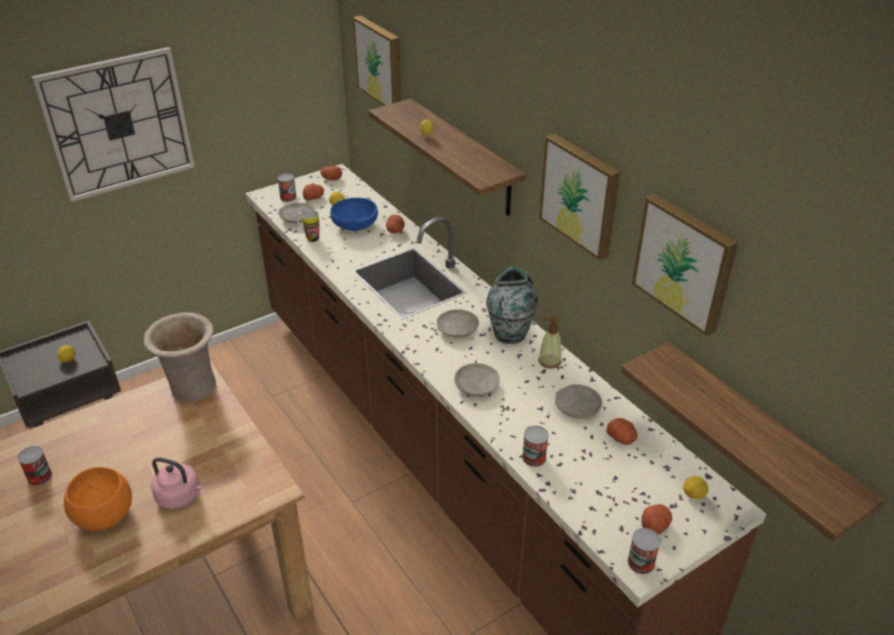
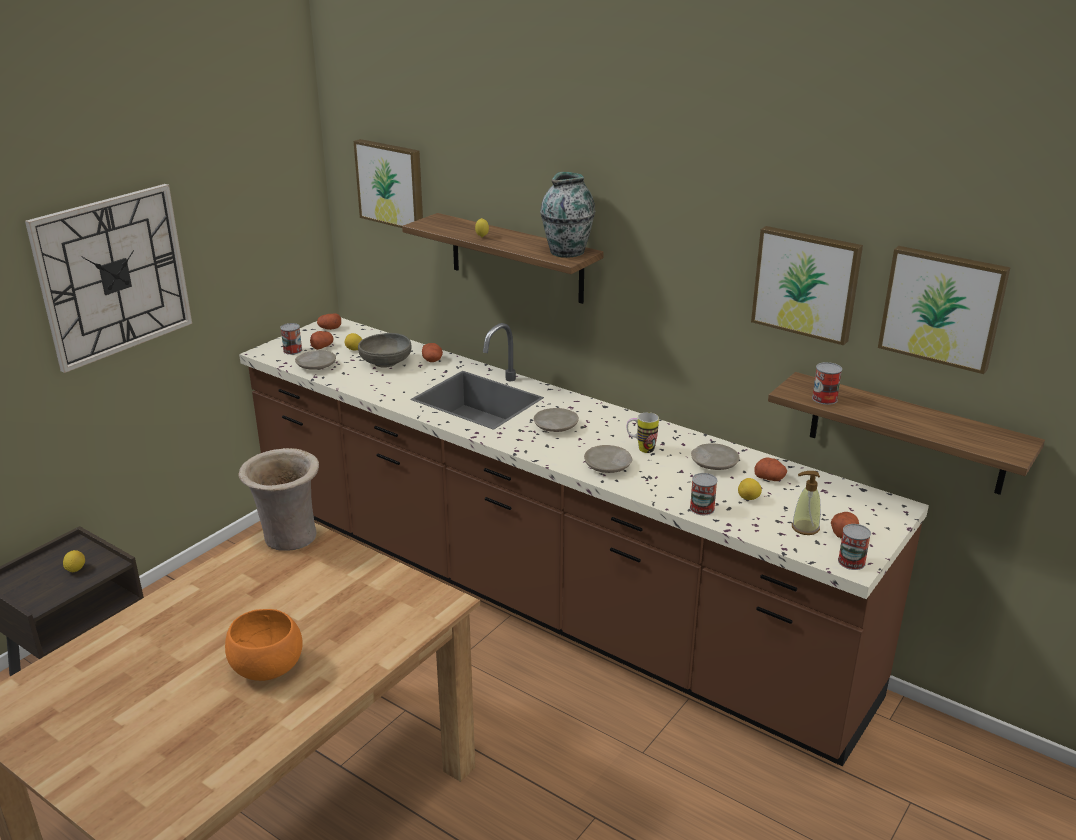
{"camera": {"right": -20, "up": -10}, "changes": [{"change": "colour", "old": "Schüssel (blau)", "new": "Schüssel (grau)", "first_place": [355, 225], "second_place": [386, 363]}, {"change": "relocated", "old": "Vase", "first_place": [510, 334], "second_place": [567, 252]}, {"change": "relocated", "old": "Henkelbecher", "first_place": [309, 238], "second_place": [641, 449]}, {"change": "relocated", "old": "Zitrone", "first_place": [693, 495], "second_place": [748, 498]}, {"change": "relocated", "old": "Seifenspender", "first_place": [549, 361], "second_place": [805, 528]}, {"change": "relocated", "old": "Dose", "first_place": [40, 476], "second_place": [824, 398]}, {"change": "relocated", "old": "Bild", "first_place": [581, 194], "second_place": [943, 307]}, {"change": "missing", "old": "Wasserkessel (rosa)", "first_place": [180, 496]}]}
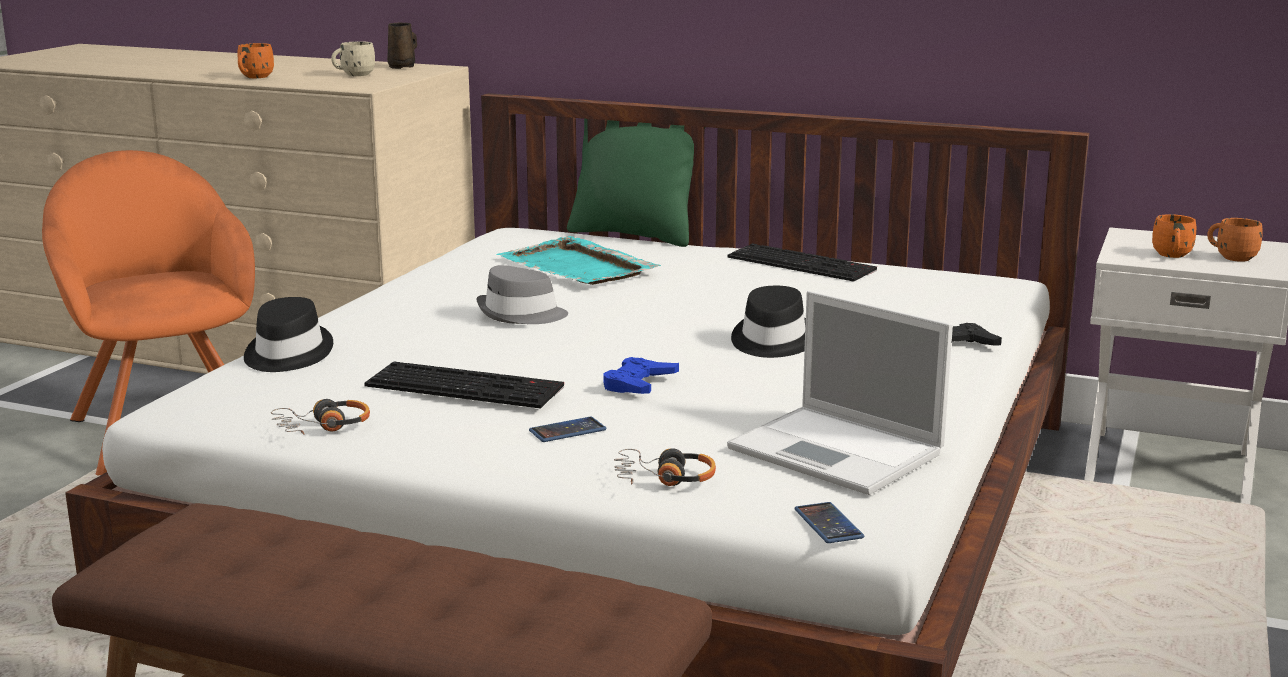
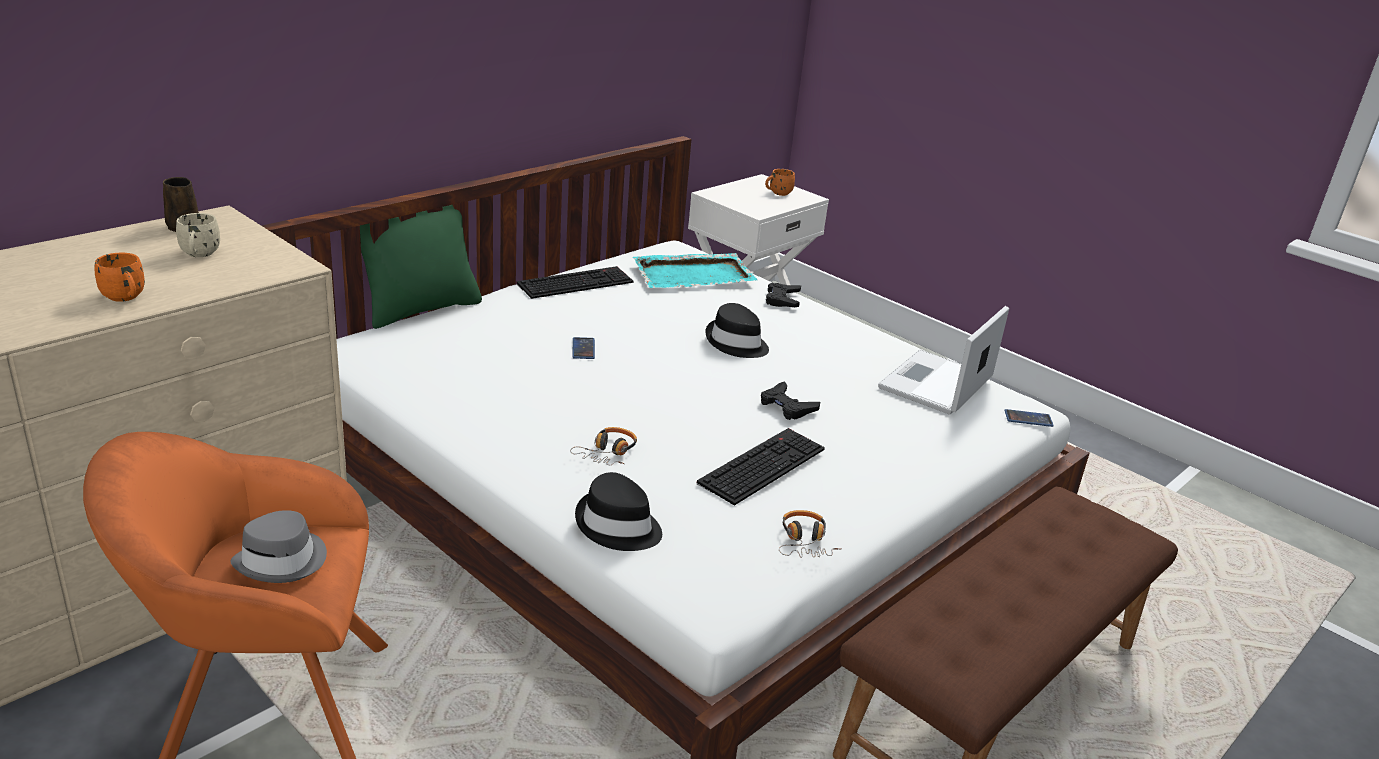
{"camera": {"right": -70, "up": 10}, "changes": [{"change": "relocated", "old": "Hut (grau)", "first_place": [521, 314], "second_place": [282, 561]}, {"change": "relocated", "old": "Kopfhörer", "first_place": [664, 479], "second_place": [608, 453]}, {"change": "relocated", "old": "Handy", "first_place": [567, 431], "second_place": [583, 349]}, {"change": "relocated", "old": "Tablett (türkis)", "first_place": [578, 267], "second_place": [695, 275]}, {"change": "colour", "old": "Gamepad (blau)", "new": "Gamepad (schwarz)", "first_place": [638, 384], "second_place": [787, 406]}, {"change": "spun", "old": "Laptop", "first_place": [839, 451], "second_place": [935, 384], "degrees": 150}, {"change": "missing", "old": "Henkelbecher (orange)", "first_place": [1172, 256]}]}
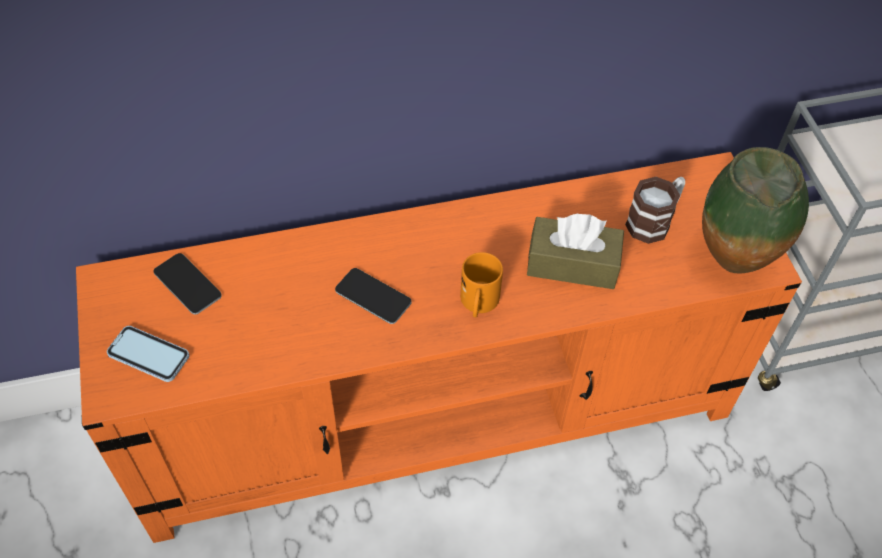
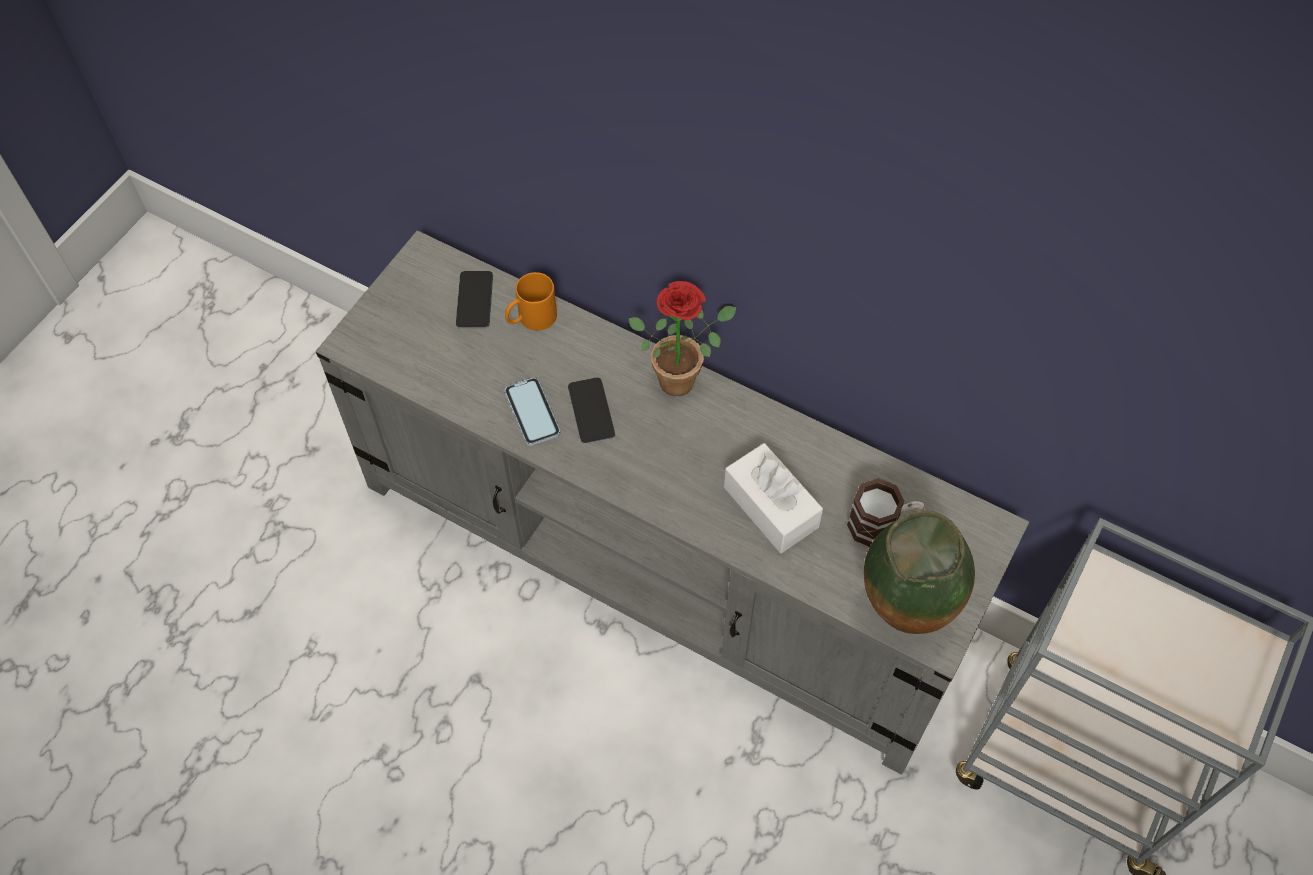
{"camera": {"right": 45, "up": 5}, "changes": [{"change": "colour", "old": "Fernsehschrank (orange)", "new": "Fernsehschrank (grau)", "first_place": [438, 411], "second_place": [661, 562]}, {"change": "relocated", "old": "Henkelbecher (orange)", "first_place": [479, 304], "second_place": [531, 319]}, {"change": "relocated", "old": "Handy", "first_place": [148, 355], "second_place": [532, 413]}, {"change": "appeared", "new": "Topfpflanze", "second_place": [682, 377]}, {"change": "colour", "old": "Taschentuchbox (braun)", "new": "Taschentuchbox (weiß)", "first_place": [572, 264], "second_place": [771, 507]}]}
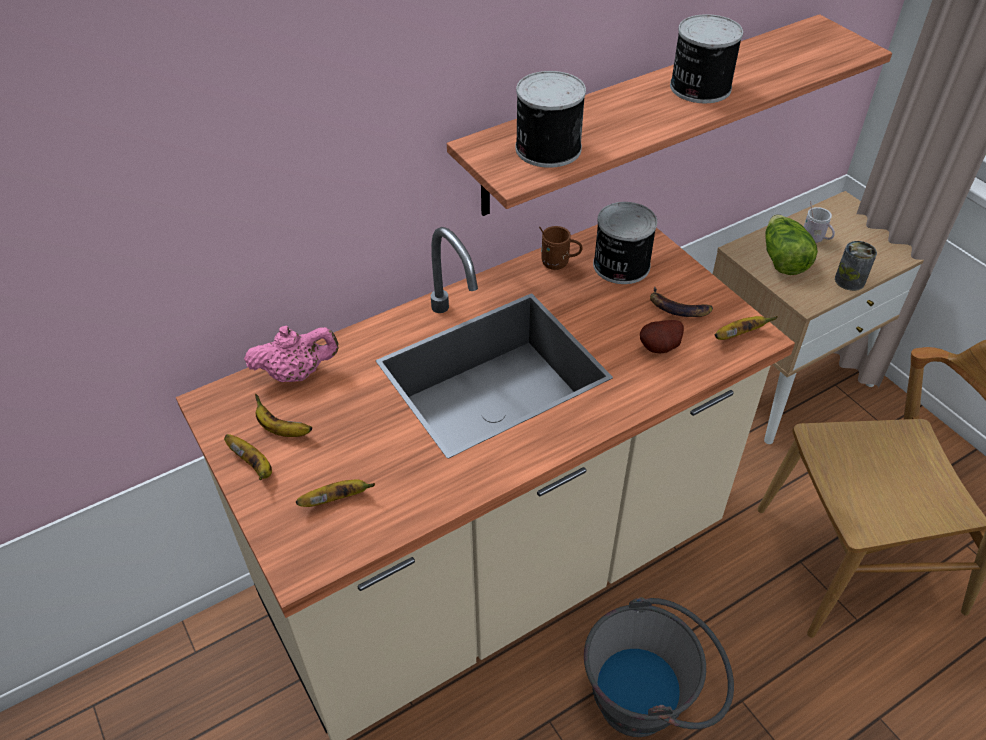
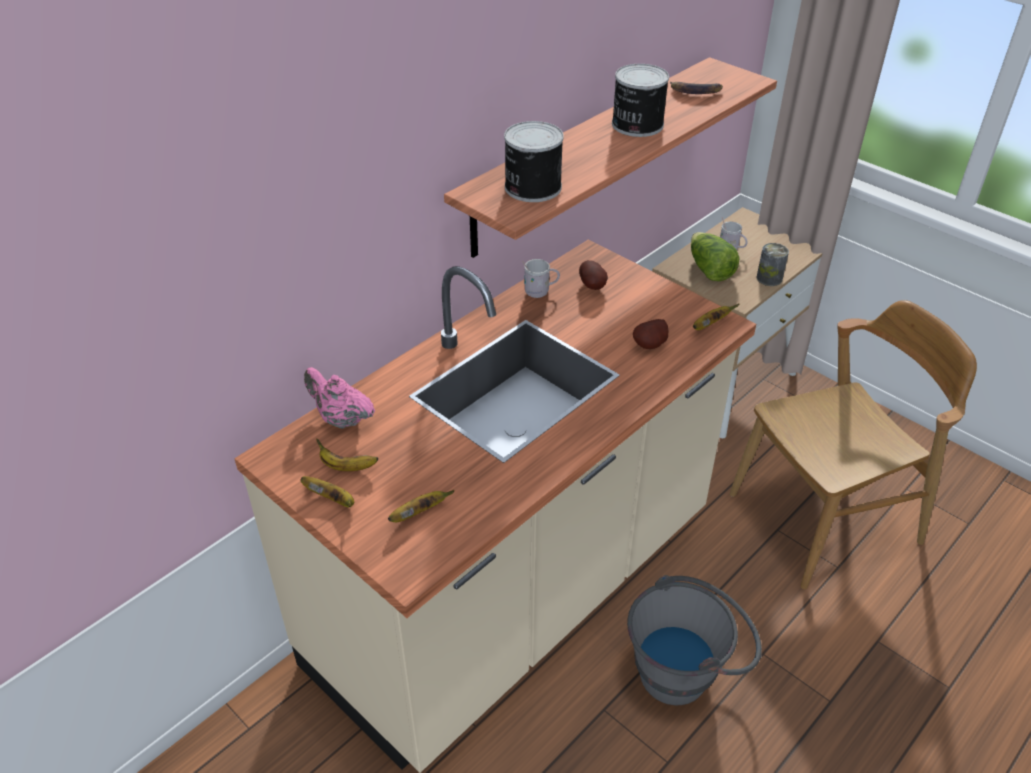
{"camera": {"right": -15, "up": -5}, "changes": [{"change": "spun", "old": "Teekanne (rosa)", "first_place": [297, 373], "second_place": [341, 419], "degrees": -120}, {"change": "colour", "old": "Henkelbecher (braun)", "new": "Henkelbecher (weiß)", "first_place": [559, 263], "second_place": [540, 292]}, {"change": "exchanged", "old": "Dose", "new": "Kartoffel", "first_place": [620, 266], "second_place": [593, 286]}, {"change": "relocated", "old": "Banane", "first_place": [678, 307], "second_place": [695, 91]}]}
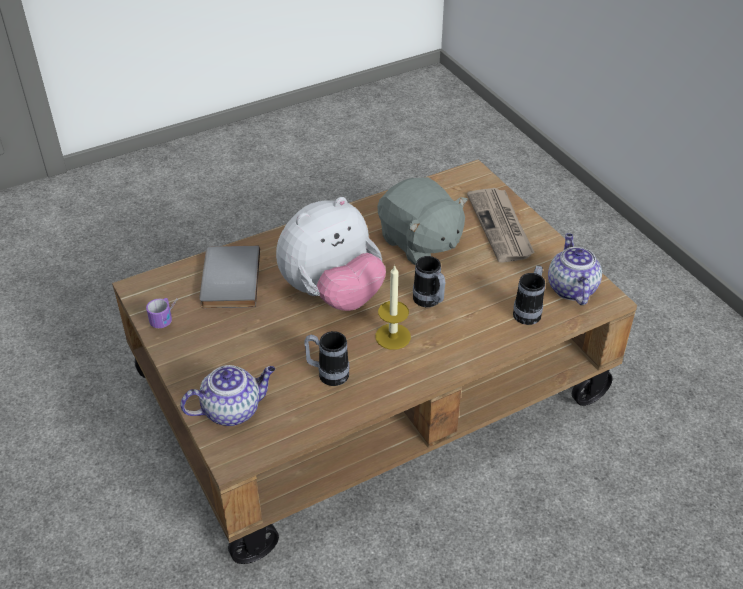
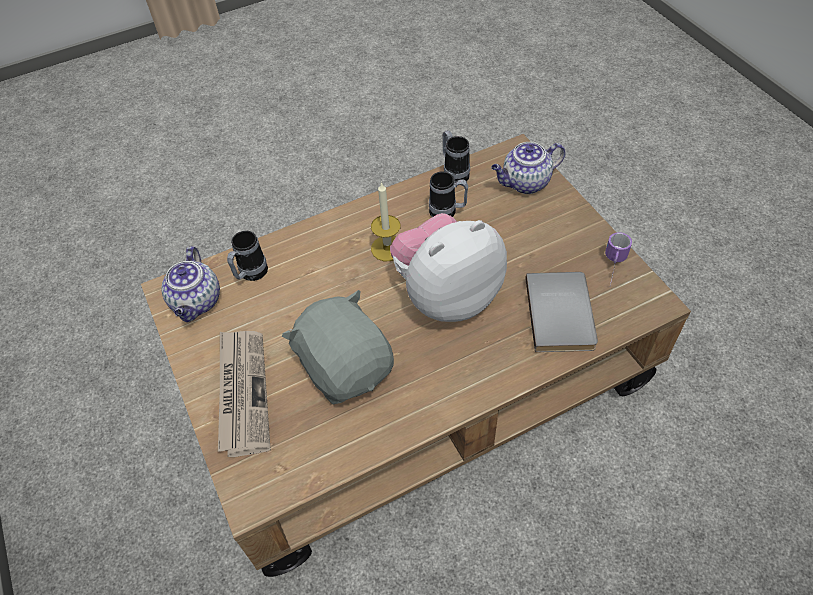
{"camera": {"right": -175, "up": 10}, "changes": [{"change": "relocated", "old": "Henkelbecher", "first_place": [429, 302], "second_place": [454, 173]}]}
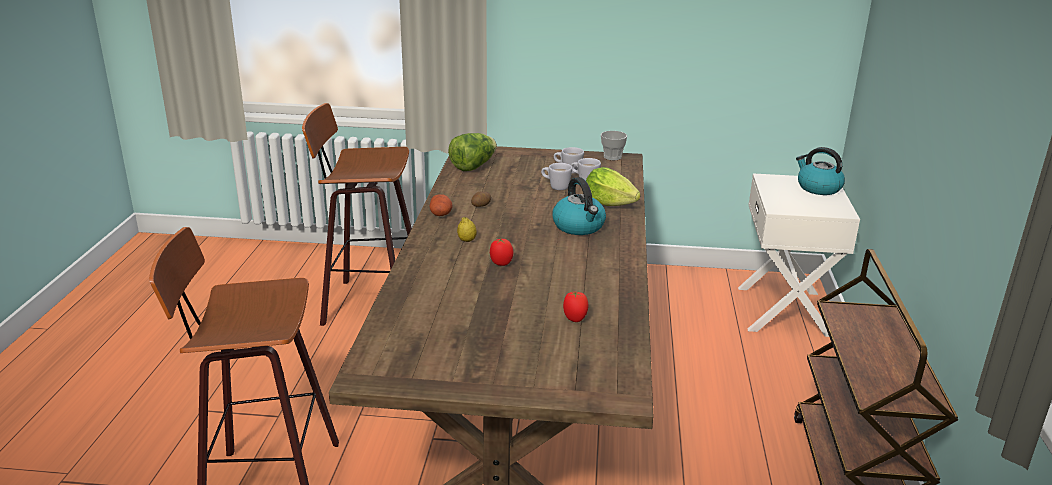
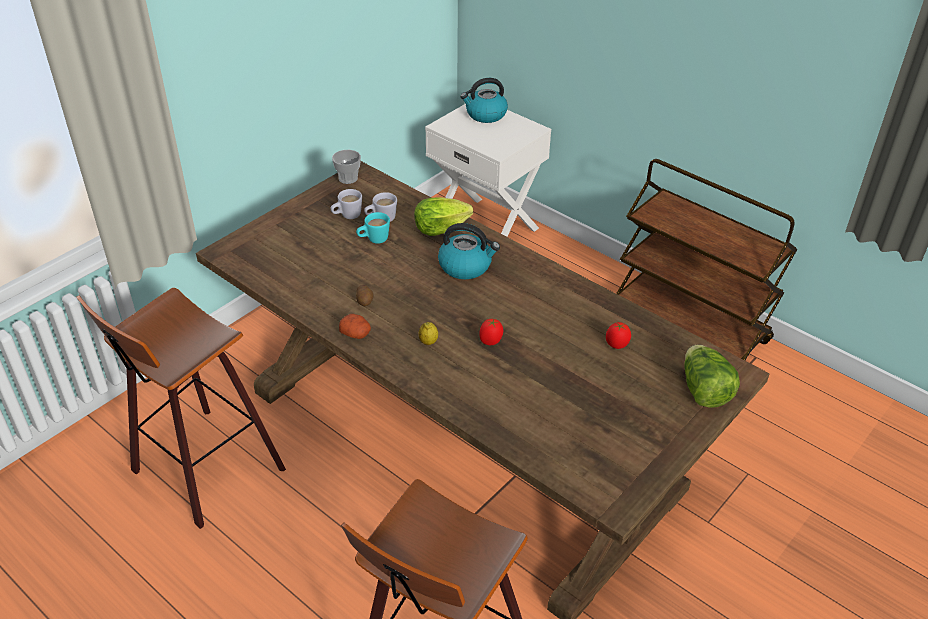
{"camera": {"right": -55, "up": 15}, "changes": [{"change": "colour", "old": "Henkelbecher (weiß)", "new": "Henkelbecher (türkis)", "first_place": [555, 187], "second_place": [373, 240]}, {"change": "relocated", "old": "Salatkopf", "first_place": [473, 166], "second_place": [703, 391]}]}
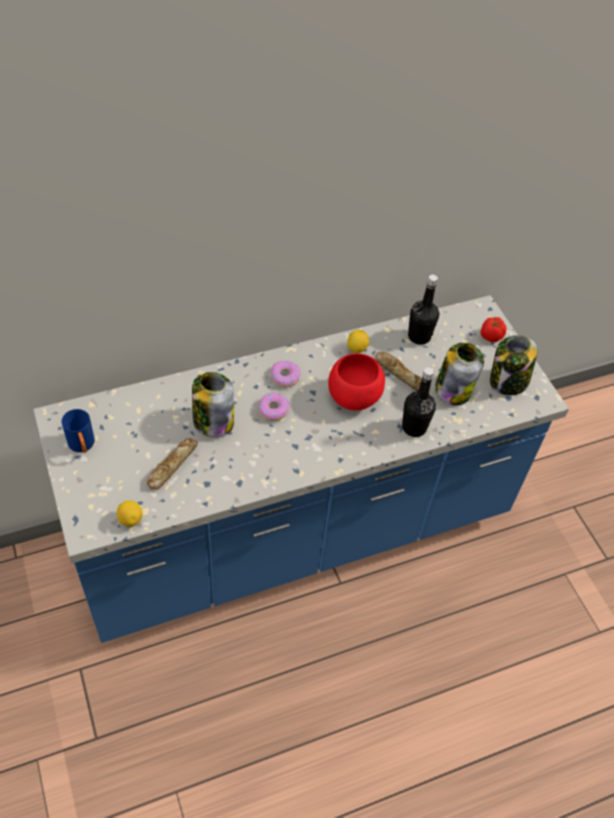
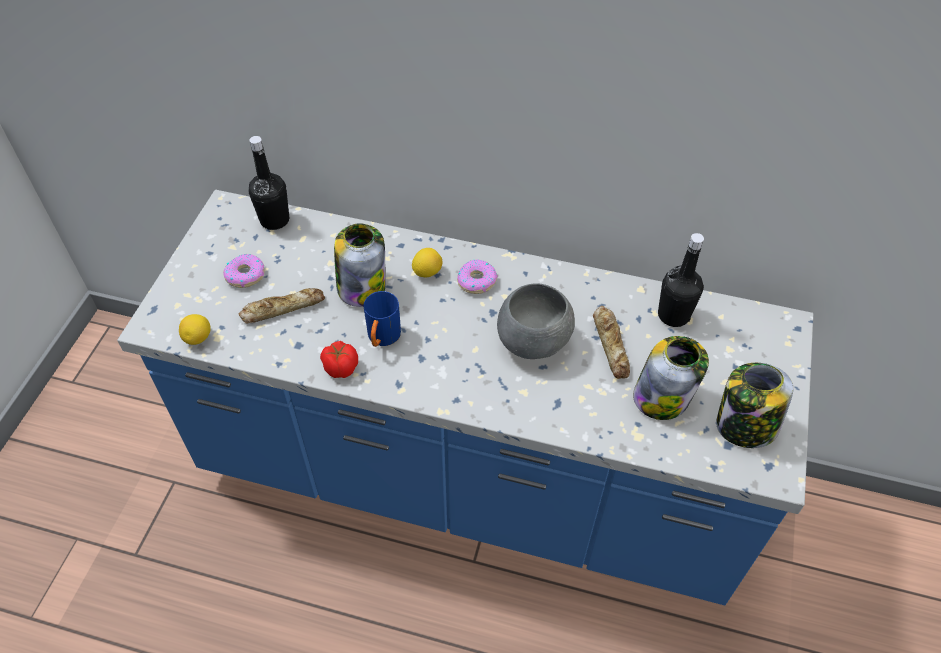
{"camera": {"right": 40, "up": 0}, "changes": [{"change": "relocated", "old": "Donut", "first_place": [273, 410], "second_place": [245, 275]}, {"change": "relocated", "old": "Flasche (schwarz)", "first_place": [414, 427], "second_place": [274, 220]}, {"change": "relocated", "old": "Tomate", "first_place": [490, 336], "second_place": [340, 367]}, {"change": "relocated", "old": "Henkelbecher (blau)", "first_place": [82, 446], "second_place": [382, 339]}, {"change": "relocated", "old": "Zitrone", "first_place": [357, 348], "second_place": [427, 272]}, {"change": "colour", "old": "Schüssel (rot)", "new": "Schüssel (grau)", "first_place": [354, 397], "second_place": [534, 342]}]}
